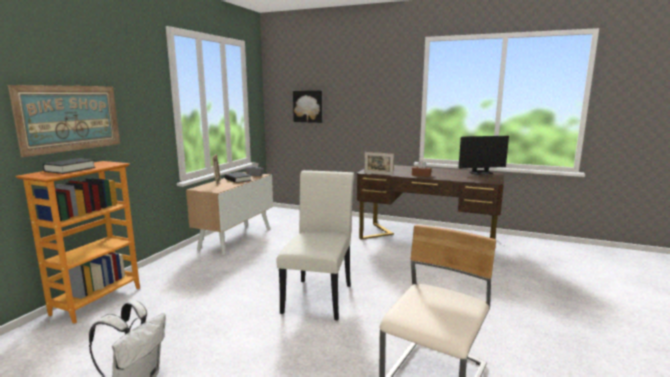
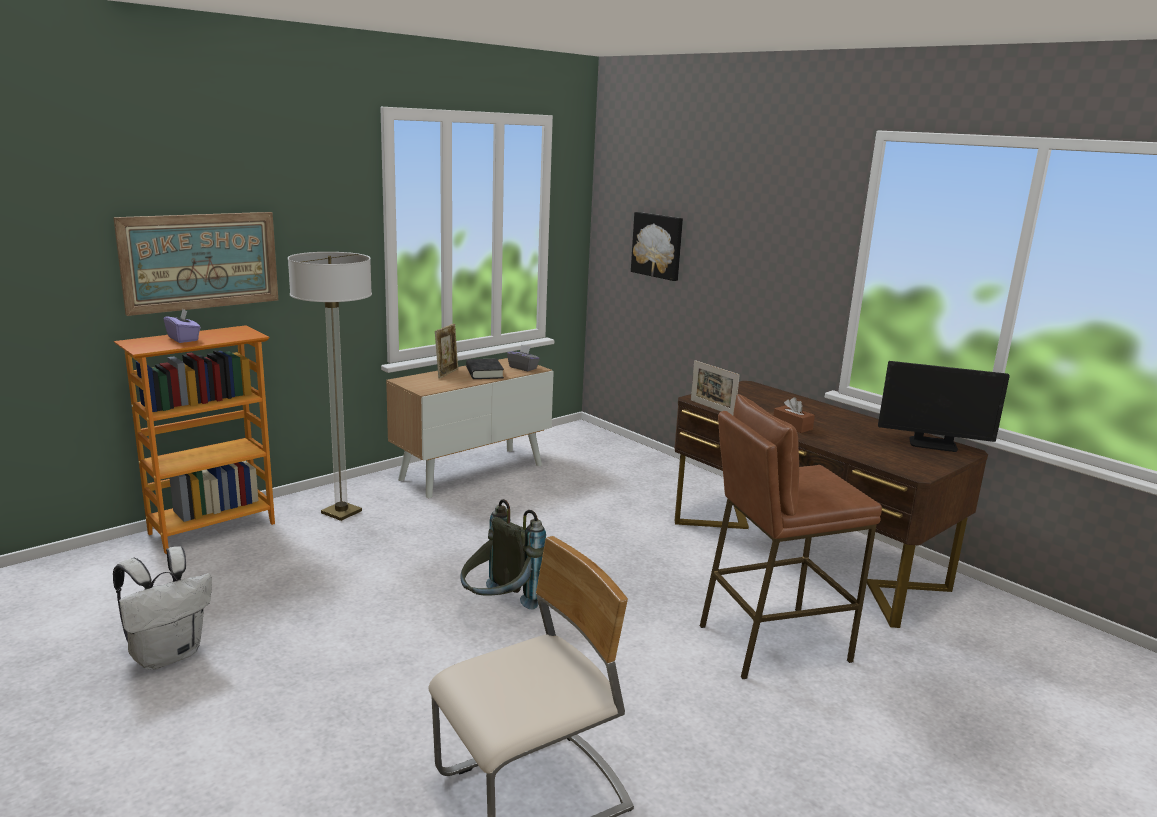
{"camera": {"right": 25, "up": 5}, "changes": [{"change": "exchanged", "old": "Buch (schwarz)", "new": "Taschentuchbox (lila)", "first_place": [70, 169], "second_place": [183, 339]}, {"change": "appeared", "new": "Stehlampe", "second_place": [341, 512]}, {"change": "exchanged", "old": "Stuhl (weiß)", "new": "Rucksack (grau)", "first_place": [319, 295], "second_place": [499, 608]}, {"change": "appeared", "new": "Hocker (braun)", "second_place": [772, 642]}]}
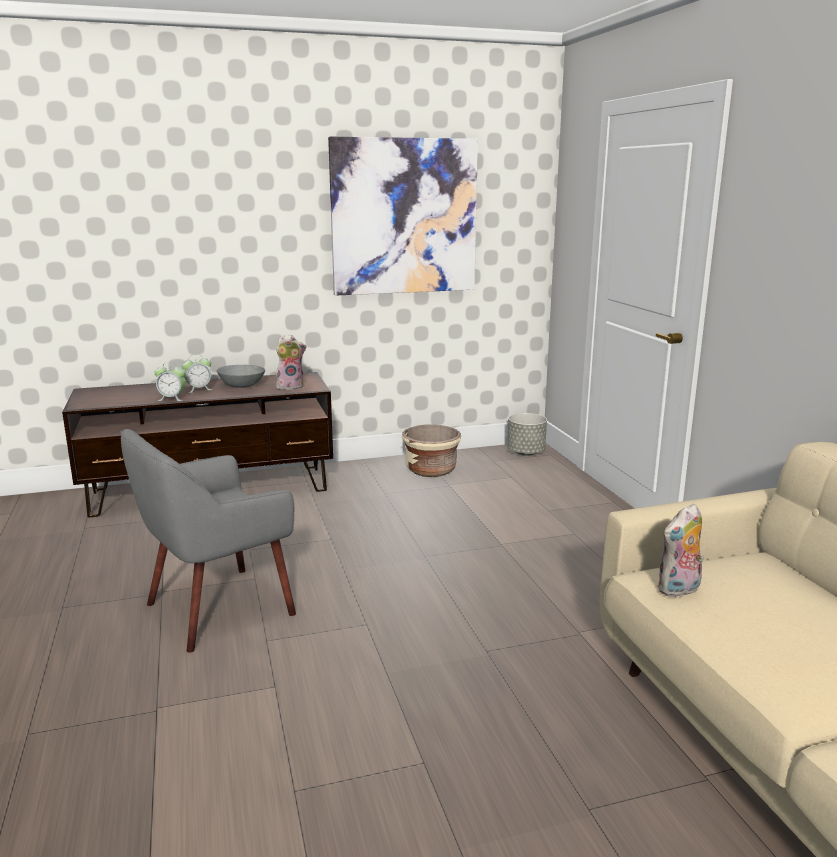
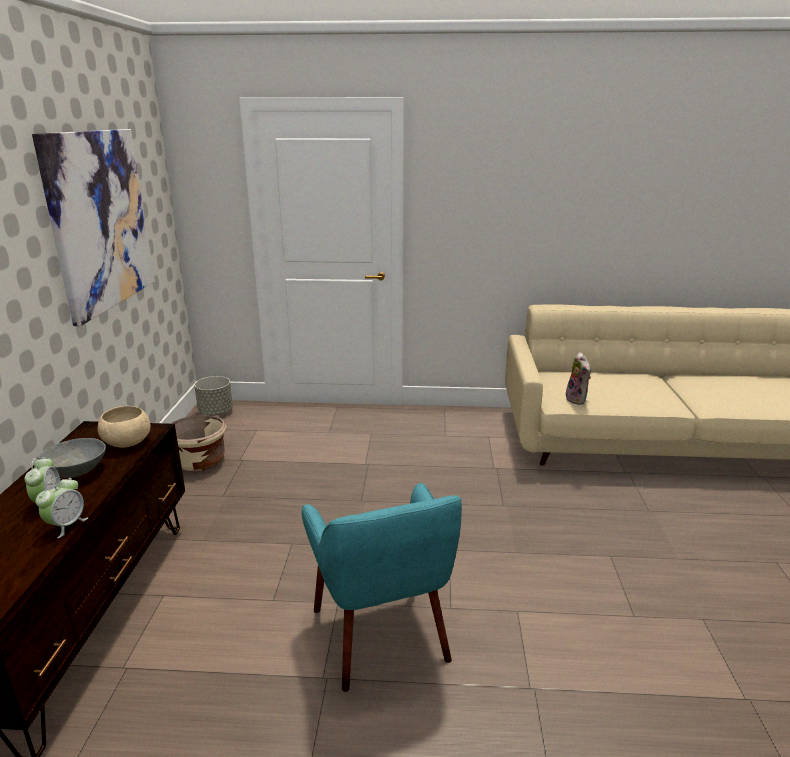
{"camera": {"right": -70, "up": 5}, "changes": [{"change": "exchanged", "old": "Plüschtier", "new": "Schüssel (beige)", "first_place": [290, 387], "second_place": [127, 442]}, {"change": "colour", "old": "Sessel (grau)", "new": "Sessel (türkis)", "first_place": [217, 608], "second_place": [382, 635]}]}
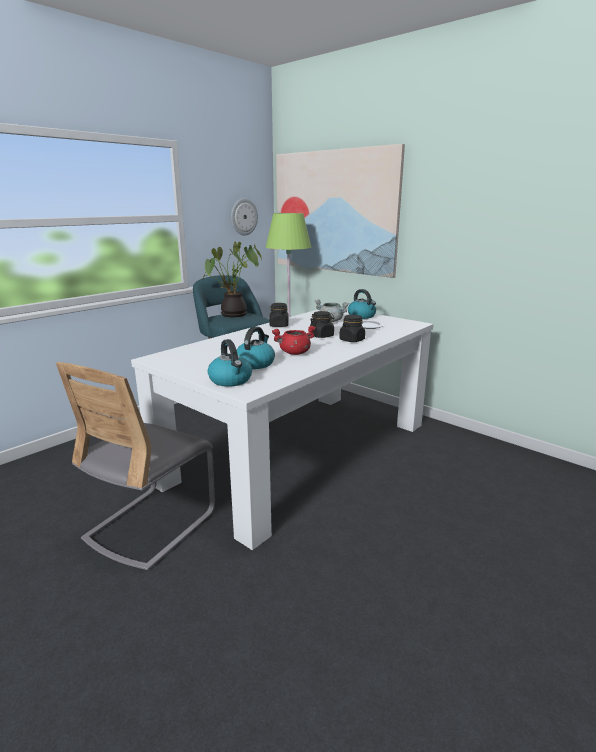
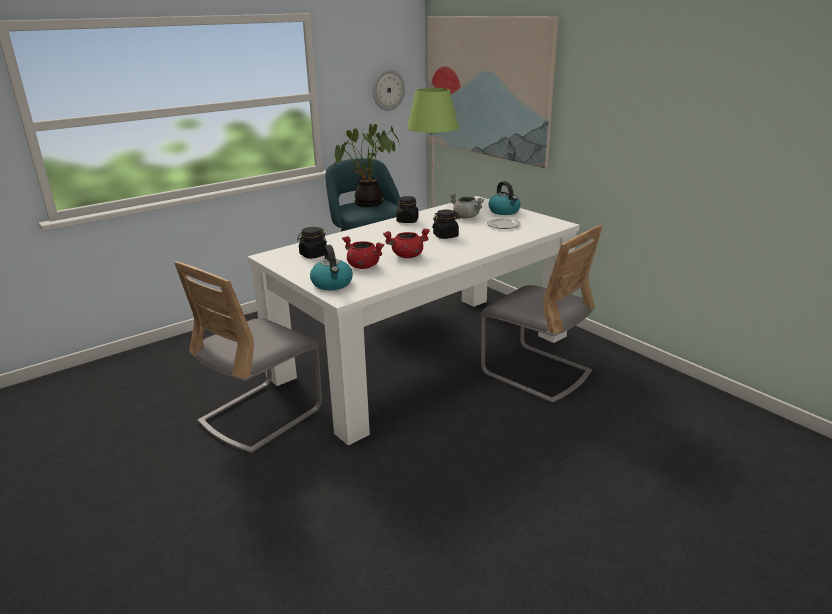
{"camera": {"right": 10, "up": 5}, "changes": [{"change": "relocated", "old": "Vorratsglas (schwarz)", "first_place": [352, 340], "second_place": [313, 255]}, {"change": "exchanged", "old": "Wasserkessel", "new": "Kochtopf (rot)", "first_place": [255, 363], "second_place": [363, 266]}, {"change": "appeared", "new": "Stuhl (grau)", "second_place": [535, 373]}]}
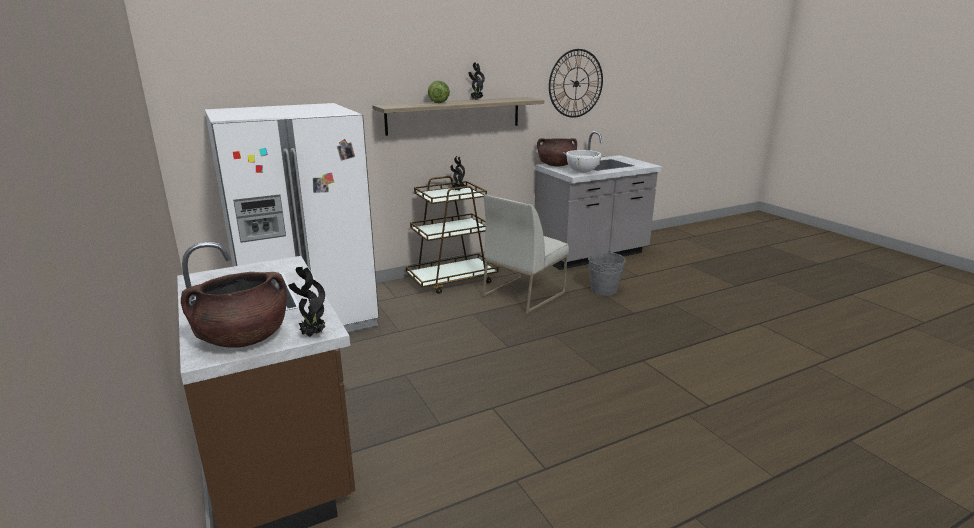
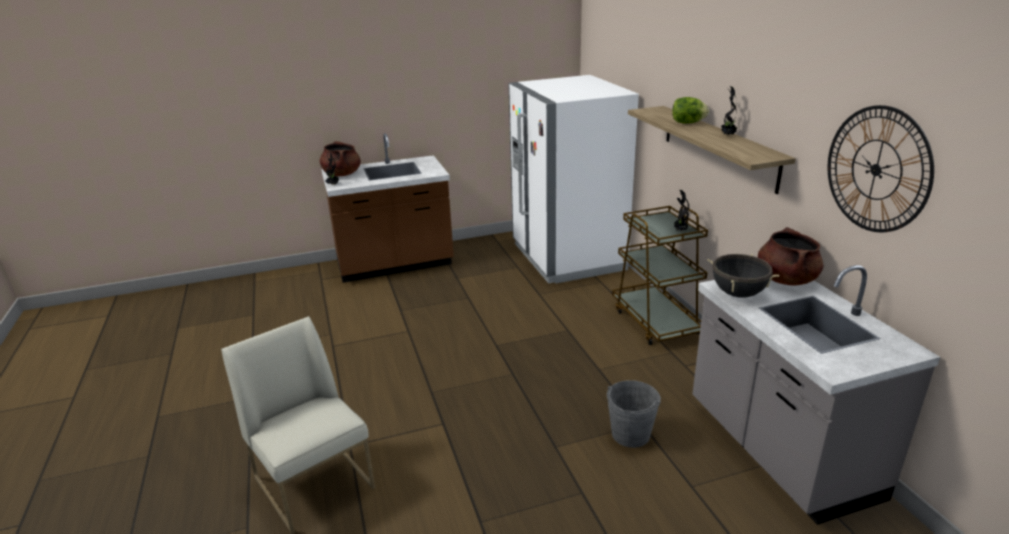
{"camera": {"right": 100, "up": 5}, "changes": [{"change": "relocated", "old": "Stuhl (weiß)", "first_place": [523, 294], "second_place": [315, 482]}, {"change": "colour", "old": "Kochtopf (weiß)", "new": "Kochtopf (schwarz)", "first_place": [582, 172], "second_place": [738, 294]}]}
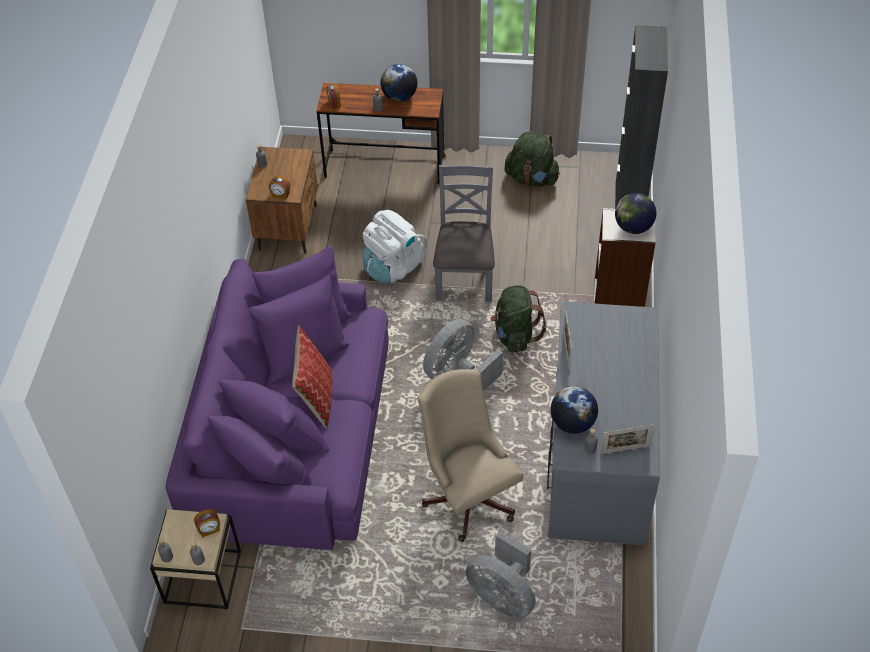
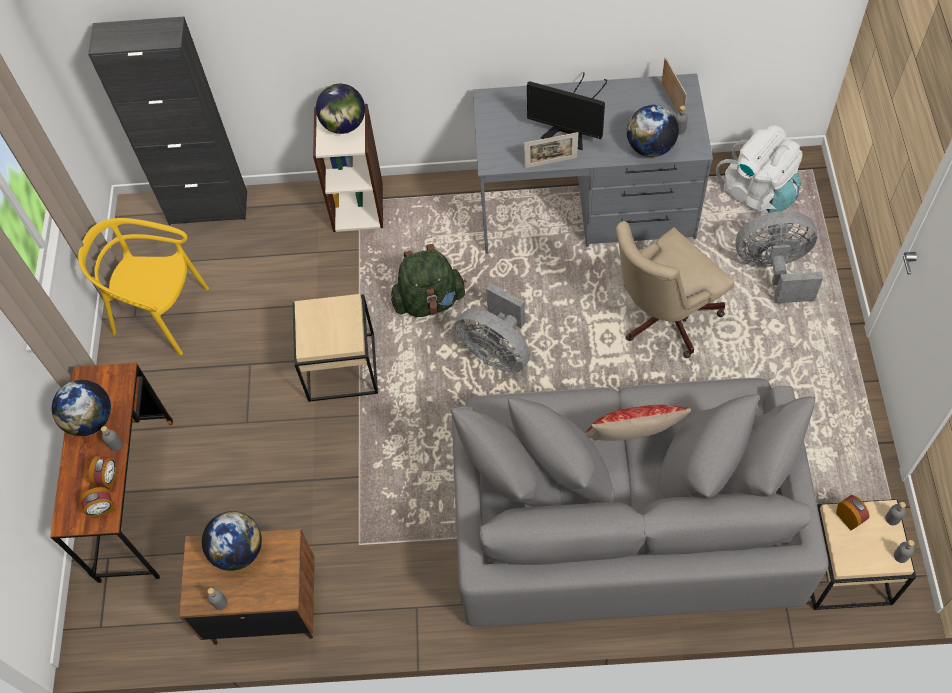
{"camera": {"right": -95, "up": 10}, "changes": [{"change": "exchanged", "old": "Rucksack (grün)", "new": "Stuhl (gelb)", "first_place": [532, 178], "second_place": [161, 314]}, {"change": "relocated", "old": "Wecker", "first_place": [280, 195], "second_place": [108, 478]}, {"change": "appeared", "new": "Globus", "second_place": [238, 550]}, {"change": "exchanged", "old": "Stuhl (grau)", "new": "Beistelltisch (beige)", "first_place": [464, 276], "second_place": [340, 367]}, {"change": "colour", "old": "Sofa (lila)", "new": "Sofa (grau)", "first_place": [291, 434], "second_place": [623, 518]}, {"change": "appeared", "new": "Monitor", "second_place": [571, 124]}, {"change": "relocated", "old": "Rucksack (weiß)", "first_place": [393, 266], "second_place": [757, 192]}, {"change": "spun", "old": "Ventilator (grau)", "first_place": [502, 596], "second_place": [774, 270], "degrees": -120}]}
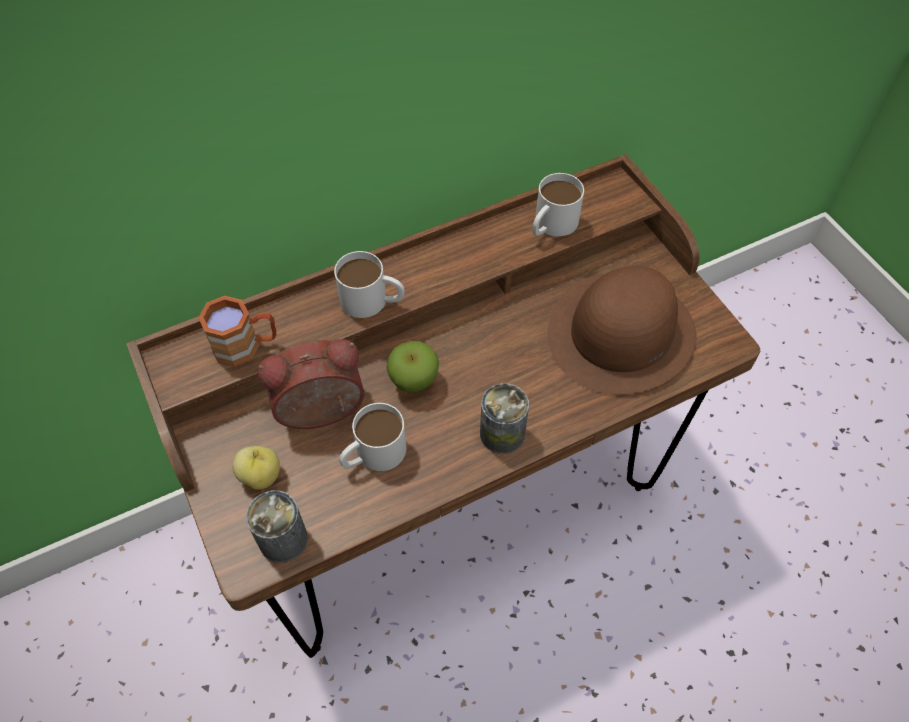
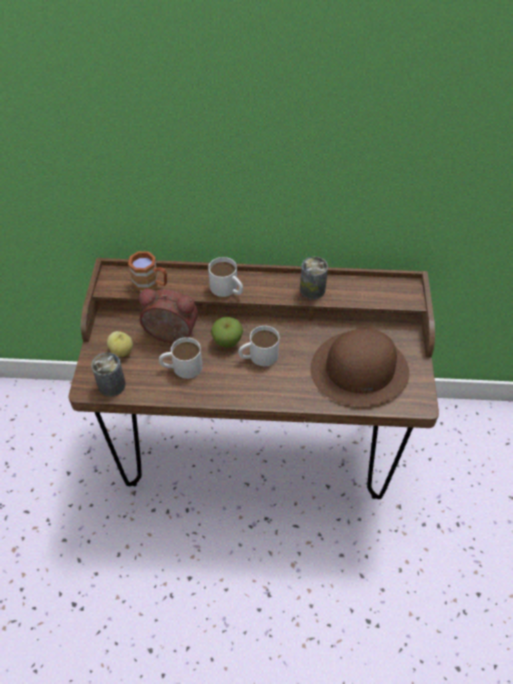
{"camera": {"right": 30, "up": -5}, "changes": [{"change": "relocated", "old": "Henkelbecher (weiß)", "first_place": [551, 225], "second_place": [258, 356]}, {"change": "relocated", "old": "Dose", "first_place": [502, 434], "second_place": [312, 290]}]}
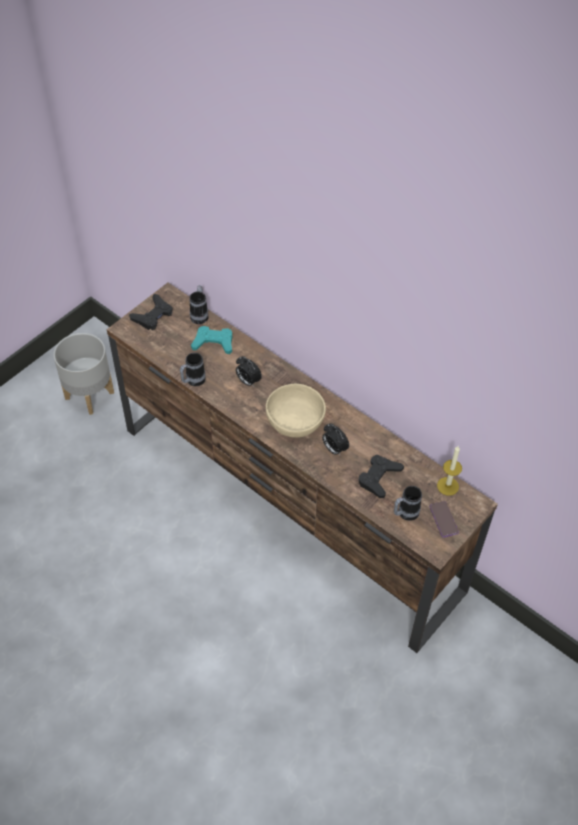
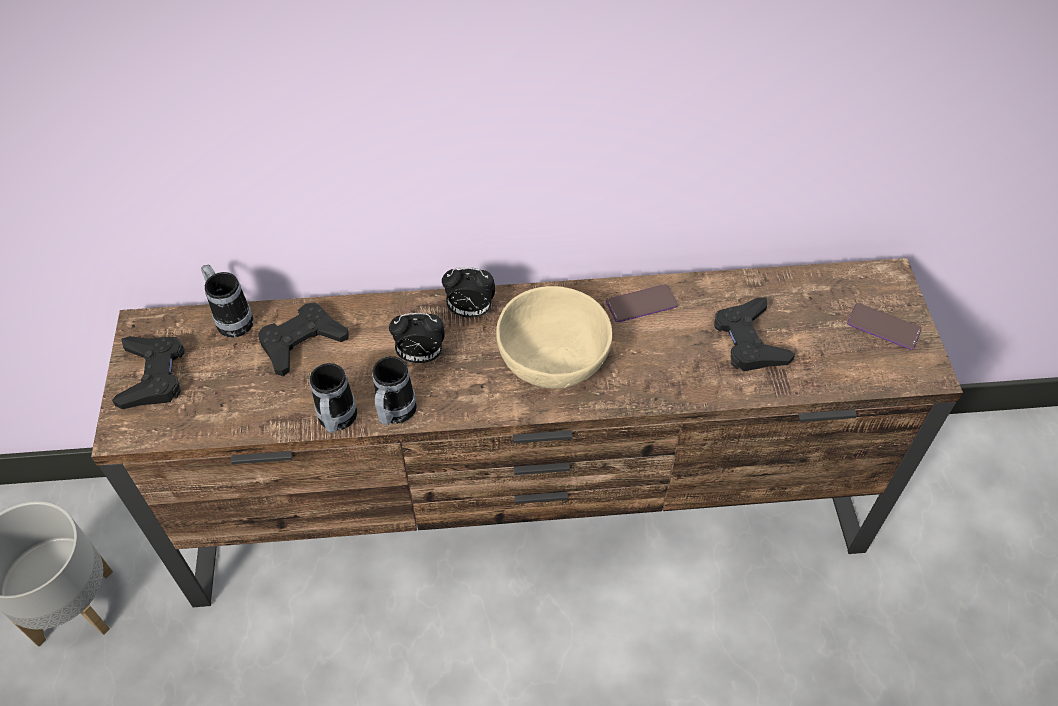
{"camera": {"right": -45, "up": 0}, "changes": [{"change": "colour", "old": "Gamepad (türkis)", "new": "Gamepad (schwarz)", "first_place": [213, 343], "second_place": [302, 342]}, {"change": "relocated", "old": "Henkelbecher", "first_place": [405, 514], "second_place": [394, 415]}, {"change": "relocated", "old": "Wecker", "first_place": [334, 449], "second_place": [470, 311]}, {"change": "appeared", "new": "Handy", "second_place": [641, 304]}, {"change": "missing", "old": "Kerze", "first_place": [448, 486]}]}
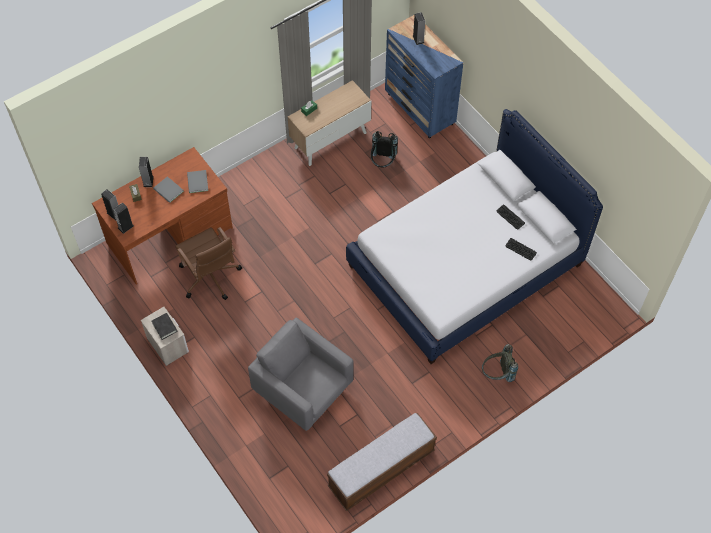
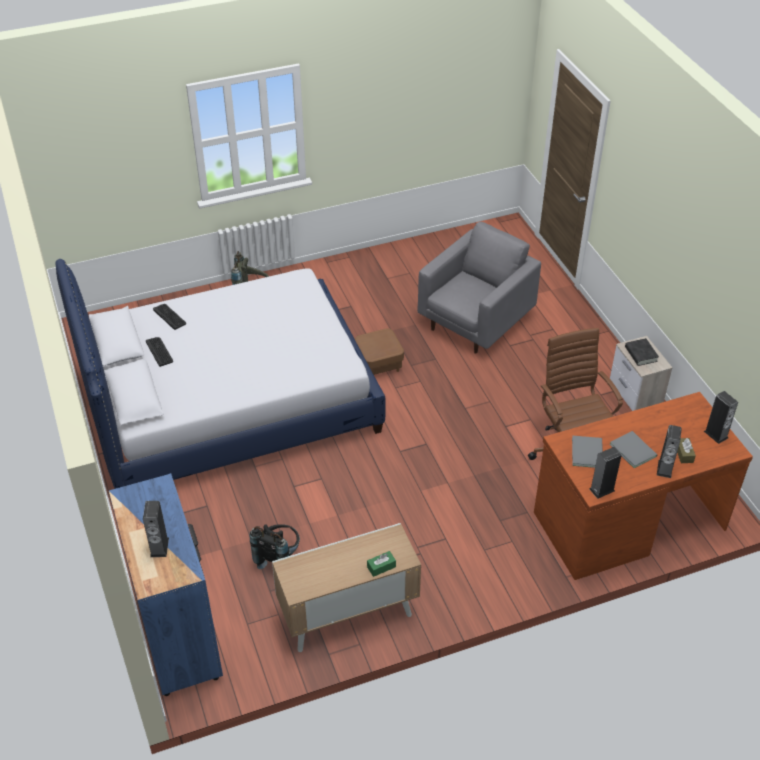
{"camera": {"right": -165, "up": -15}, "changes": [{"change": "appeared", "new": "Polsterhocker (braun)", "second_place": [379, 364]}, {"change": "spun", "old": "Sessel (grau)", "first_place": [303, 390], "second_place": [475, 322], "degrees": -105}, {"change": "relocated", "old": "Lautsprecher", "first_place": [125, 227], "second_place": [602, 490]}, {"change": "missing", "old": "Bank", "first_place": [381, 469]}]}
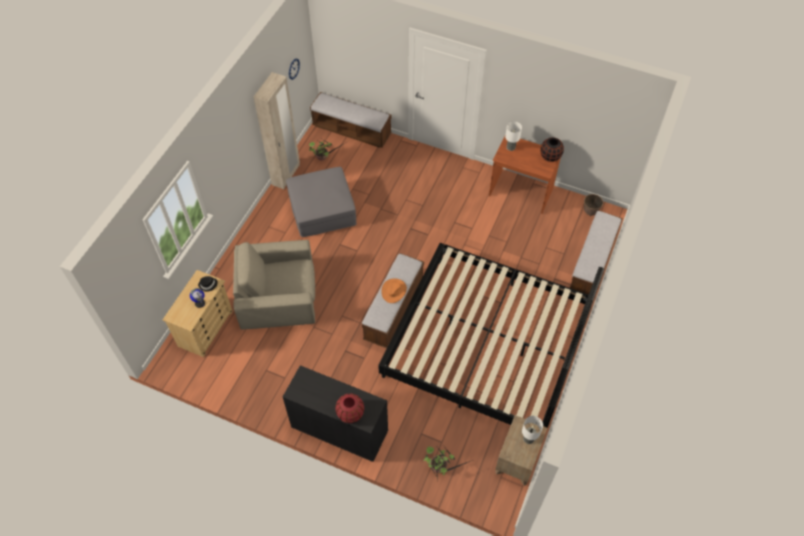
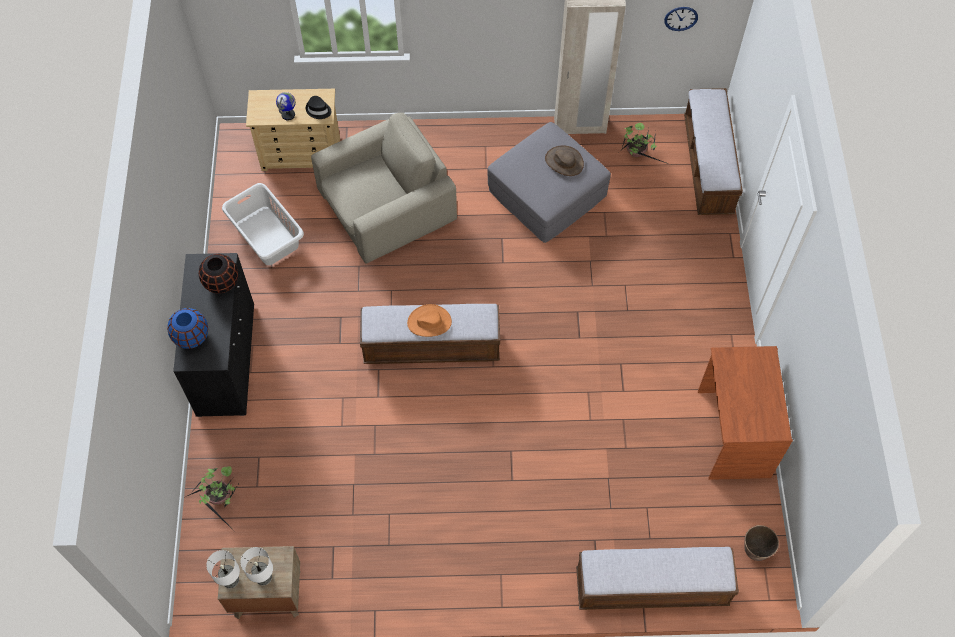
{"camera": {"right": 65, "up": 5}, "changes": [{"change": "colour", "old": "Vase (rot)", "new": "Vase (blau)", "first_place": [350, 413], "second_place": [191, 337]}, {"change": "relocated", "old": "Vase (schwarz)", "first_place": [550, 156], "second_place": [221, 282]}, {"change": "relocated", "old": "Tischlampe", "first_place": [511, 147], "second_place": [230, 580]}, {"change": "appeared", "new": "Wäschekorb (weiß)", "second_place": [266, 236]}, {"change": "spun", "old": "Sessel (beige)", "first_place": [278, 295], "second_place": [385, 206], "degrees": 90}, {"change": "appeared", "new": "Hut (braun)", "second_place": [564, 162]}, {"change": "missing", "old": "Bett", "first_place": [486, 344]}]}
